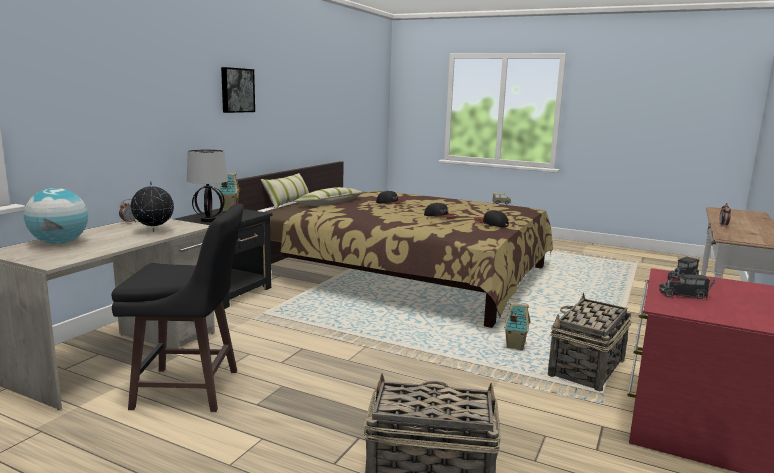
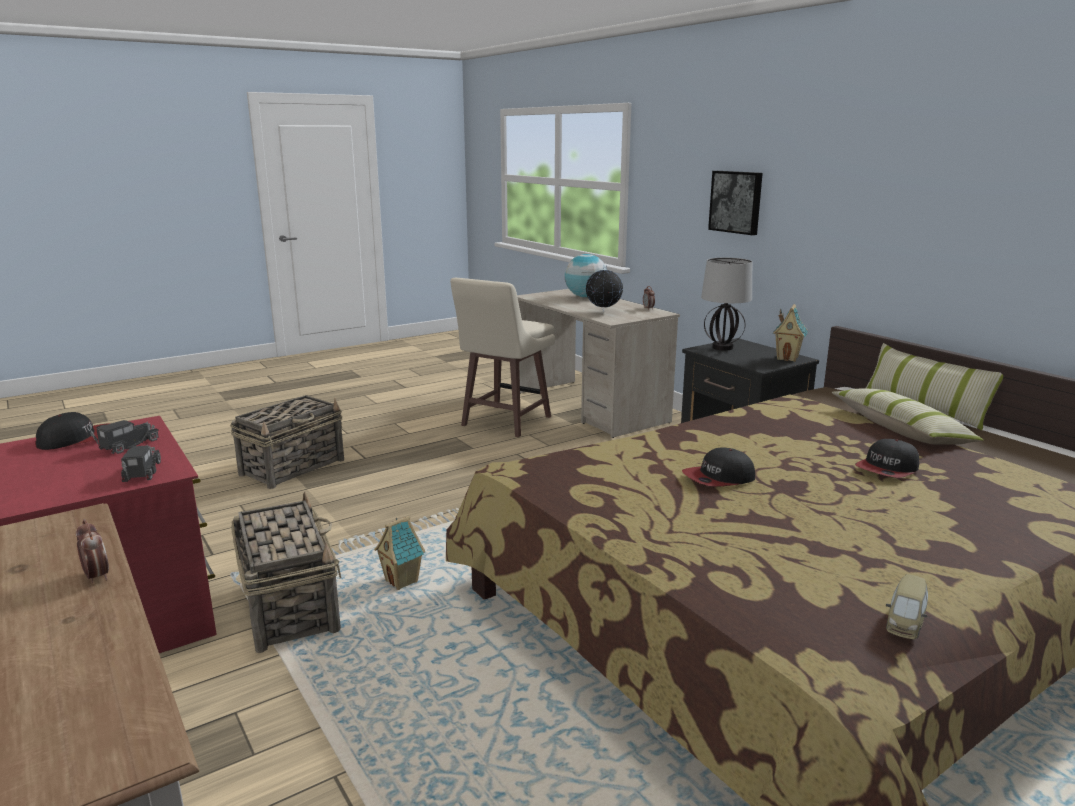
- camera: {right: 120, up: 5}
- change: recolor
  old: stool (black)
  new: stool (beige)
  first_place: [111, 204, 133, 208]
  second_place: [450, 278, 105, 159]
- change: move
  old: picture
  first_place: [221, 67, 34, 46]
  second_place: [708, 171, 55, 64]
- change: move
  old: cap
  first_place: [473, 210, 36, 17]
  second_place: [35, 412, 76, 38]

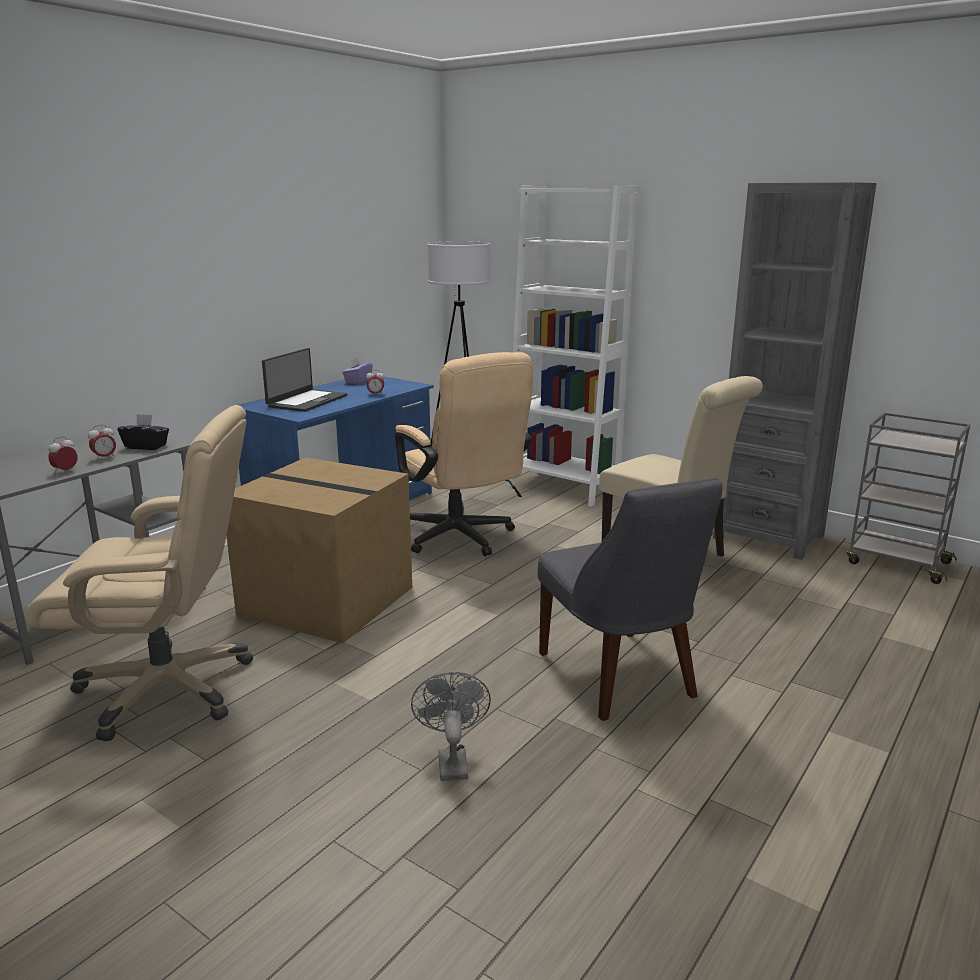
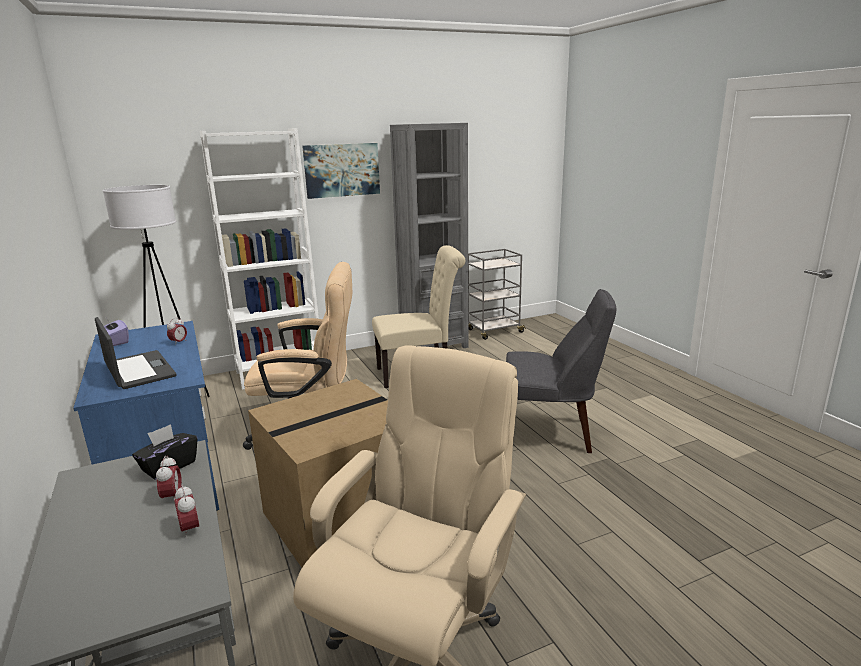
- camera: {right: -60, up: 0}
- change: delete
  old: fan (grey)
  first_place: [411, 672, 80, 109]
- change: insert
  new: picture
  second_place: [302, 143, 78, 56]

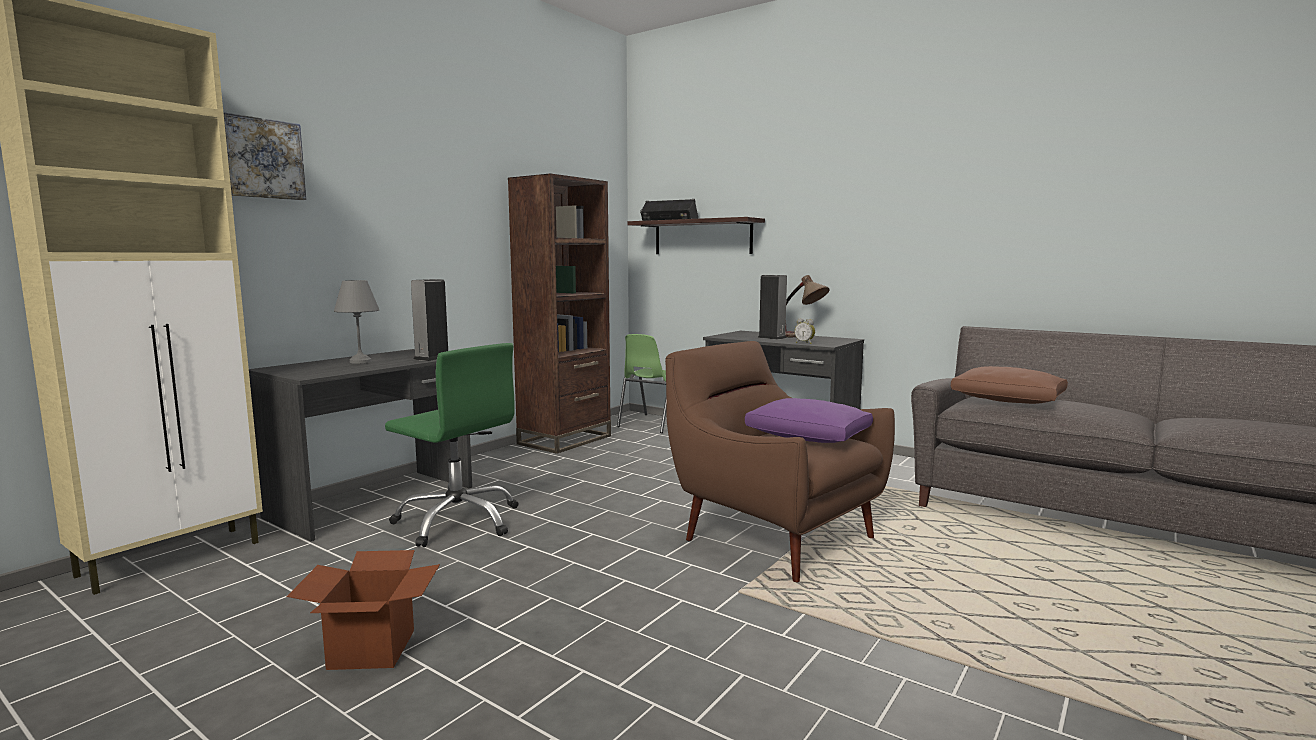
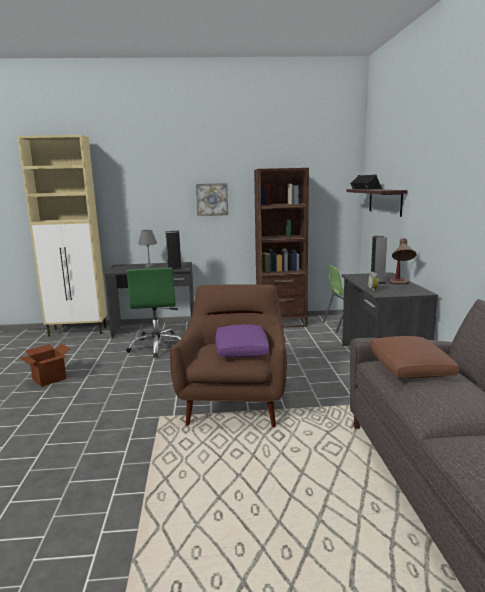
- camera: {right: 50, up: 5}
- change: move
  old: picture
  first_place: [223, 112, 83, 88]
  second_place: [196, 183, 32, 33]

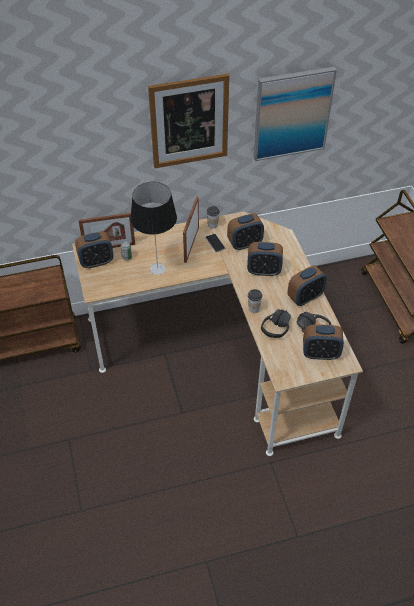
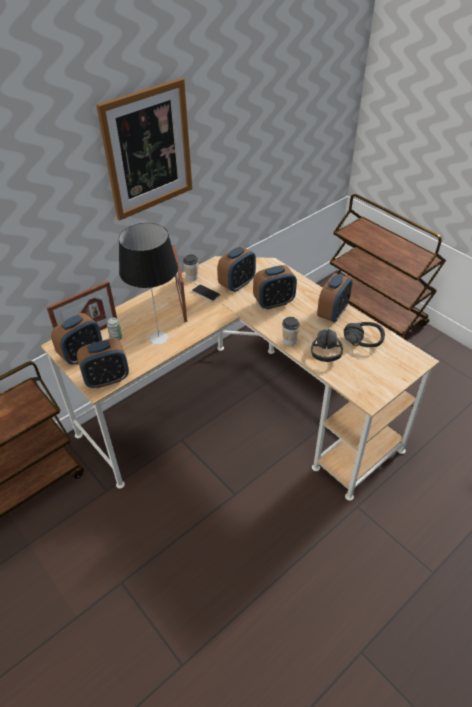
- camera: {right: -25, up: -5}
- change: delete
  old: picture
  first_place: [254, 67, 83, 94]
- change: move
  old: alarm clock
  first_place: [303, 324, 41, 36]
  second_place: [77, 339, 52, 49]

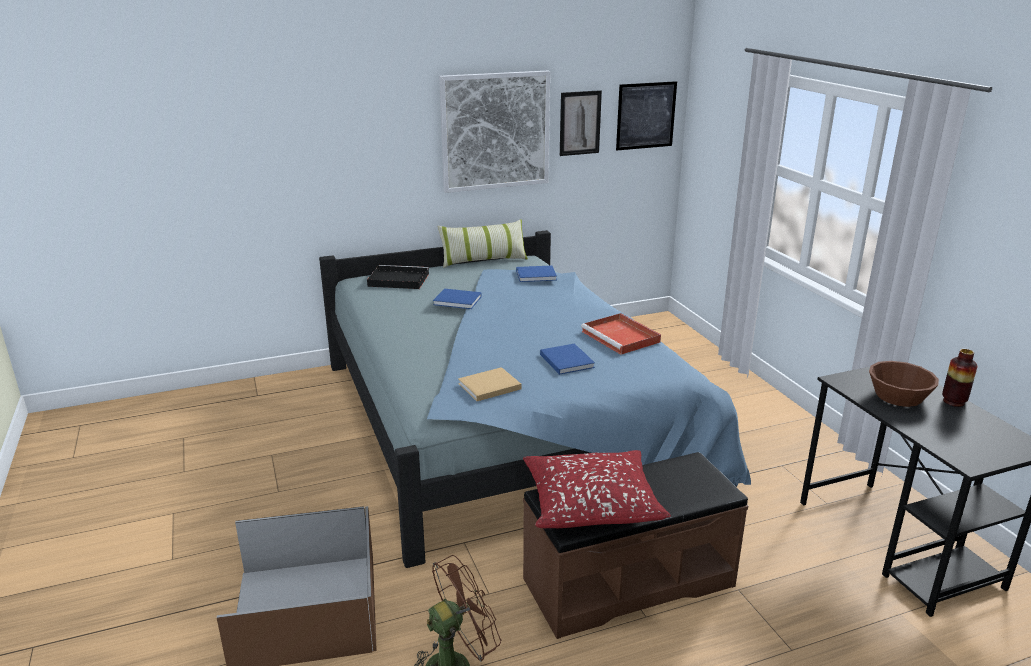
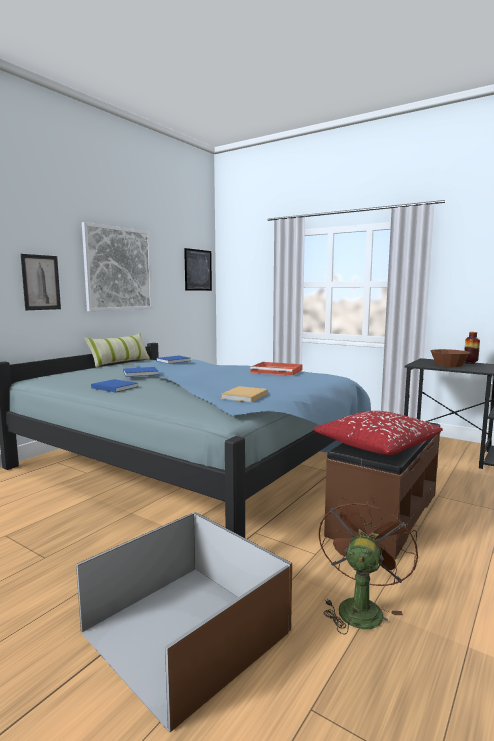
- camera: {right: -35, up: -15}
- change: delete
  old: tray (black)
  first_place: [367, 265, 62, 24]
- change: move
  old: book (blue)
  first_place: [540, 343, 55, 32]
  second_place: [91, 379, 46, 13]
- change: move
  old: picture
  first_place: [560, 90, 42, 66]
  second_place: [21, 254, 40, 56]

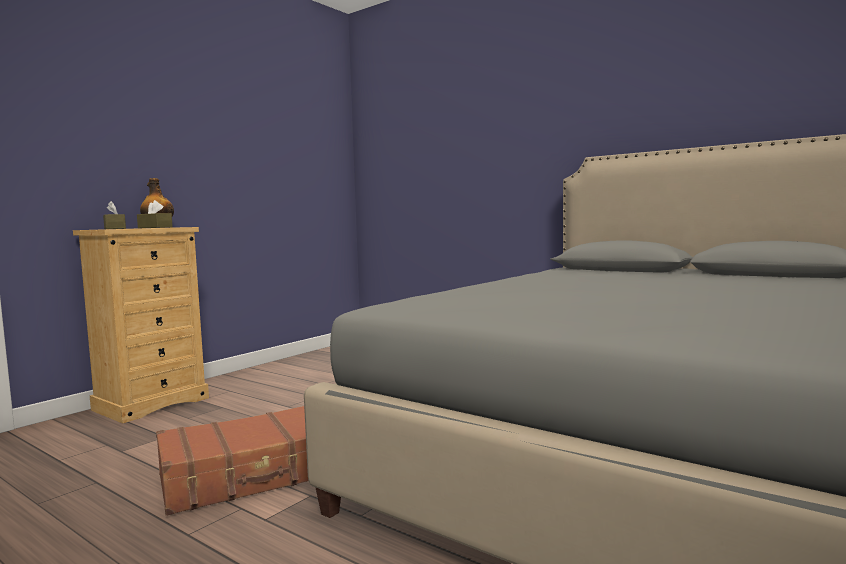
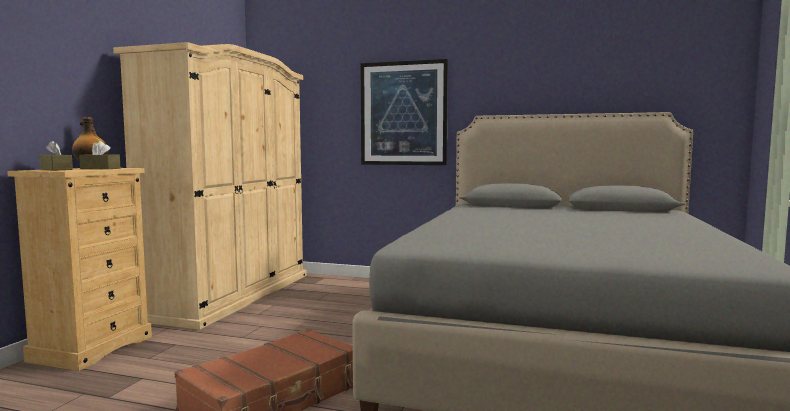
- camera: {right: -20, up: 0}
- change: insert
  new: wardrobe (beige)
  second_place: [113, 42, 194, 288]
- change: insert
  new: picture
  second_place: [361, 59, 87, 106]

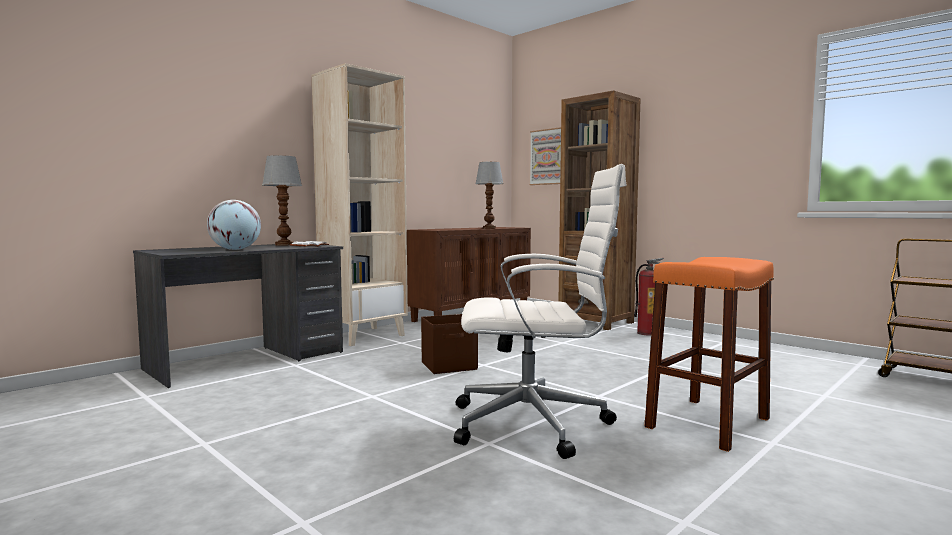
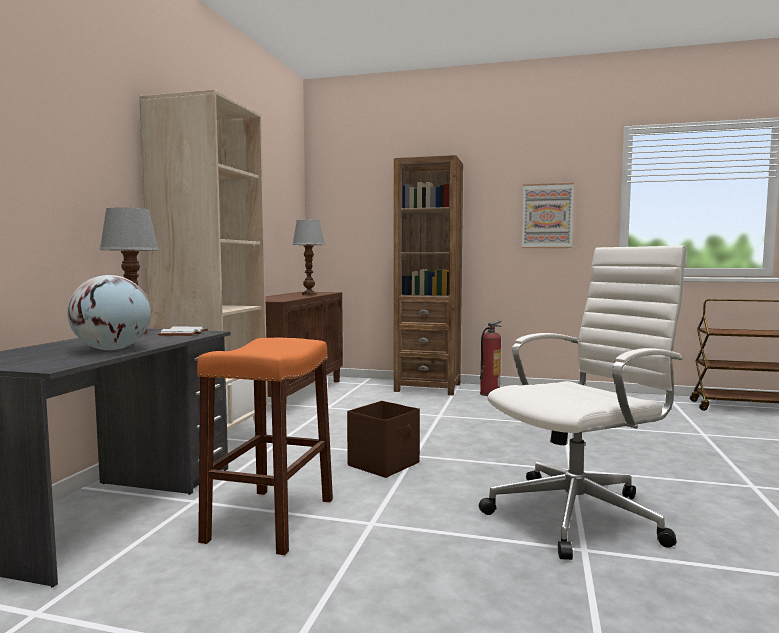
- camera: {right: -30, up: 0}
- change: move
  old: picture
  first_place: [530, 127, 31, 58]
  second_place: [522, 183, 52, 65]
- change: move
  old: stool (orange)
  first_place: [644, 257, 130, 195]
  second_place: [197, 338, 136, 217]

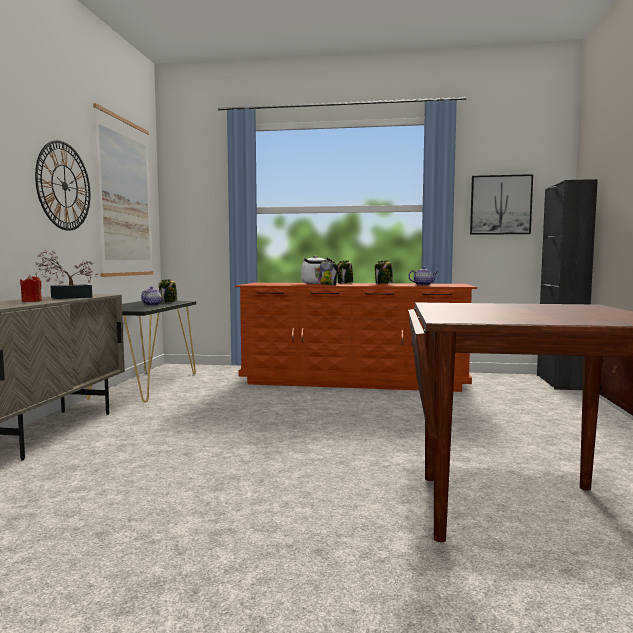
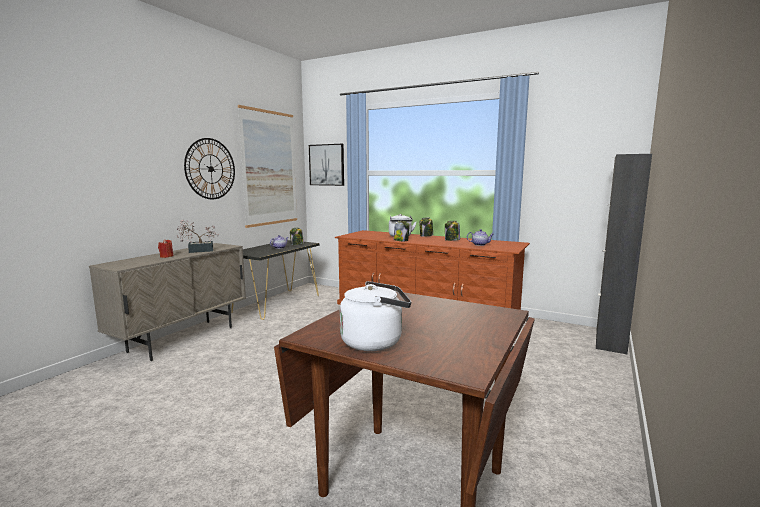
- camera: {right: 20, up: 5}
- change: move
  old: picture
  first_place: [470, 174, 63, 61]
  second_place: [309, 144, 35, 42]
- change: insert
  new: kettle (white)
  second_place: [340, 281, 71, 70]

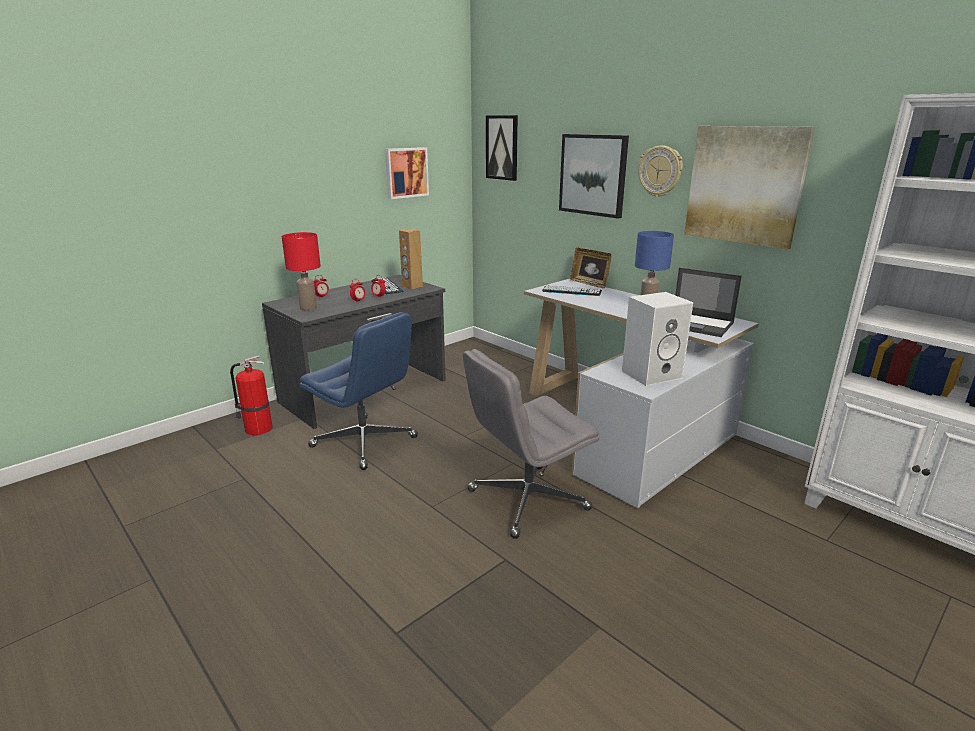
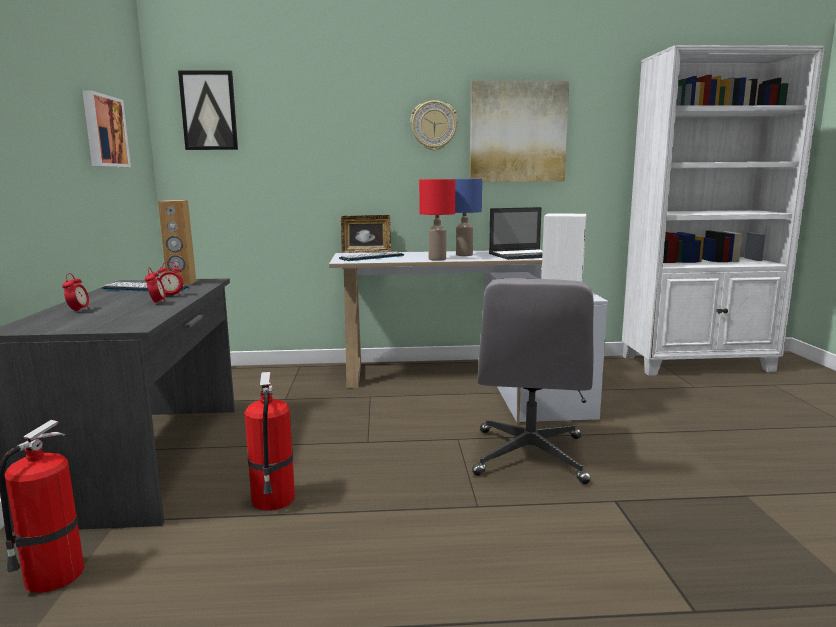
- camera: {right: -50, up: -10}
- change: move
  old: table lamp (red)
  first_place: [282, 232, 39, 79]
  second_place: [419, 179, 36, 82]
- change: replace
  old: office chair (blue)
  new: fire extinguisher
  first_place: [299, 312, 119, 158]
  second_place: [245, 372, 50, 139]
- change: delete
  old: picture
  first_place: [559, 134, 70, 85]

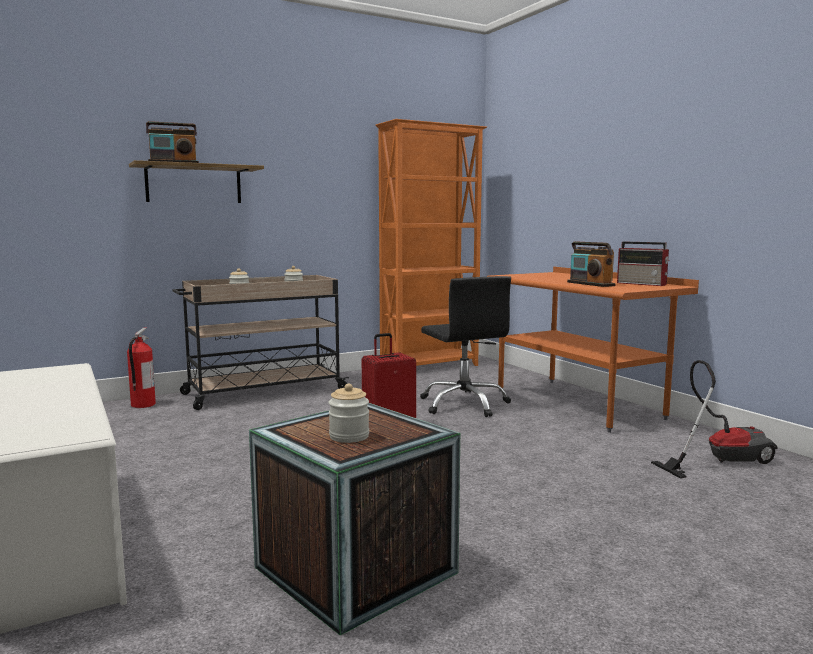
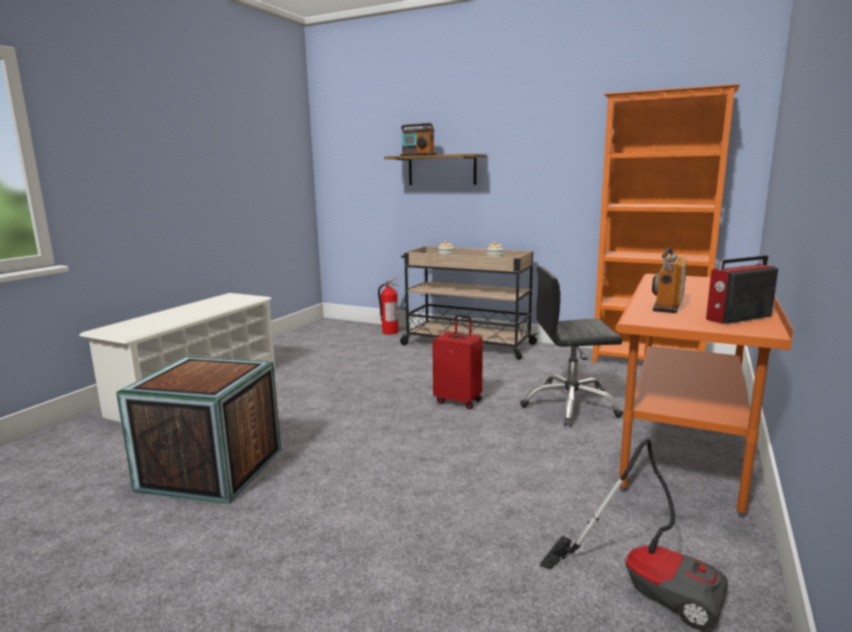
- camera: {right: 55, up: 5}
- change: delete
  old: jar
  first_place: [328, 384, 41, 59]
- change: rotate
  old: office chair (black)
  first_place: [420, 276, 91, 141]
  second_place: [520, 266, 103, 161]
  degrees: 60
- change: rotate
  old: radio
  first_place: [617, 241, 53, 45]
  second_place: [706, 255, 72, 69]
  degrees: 60

